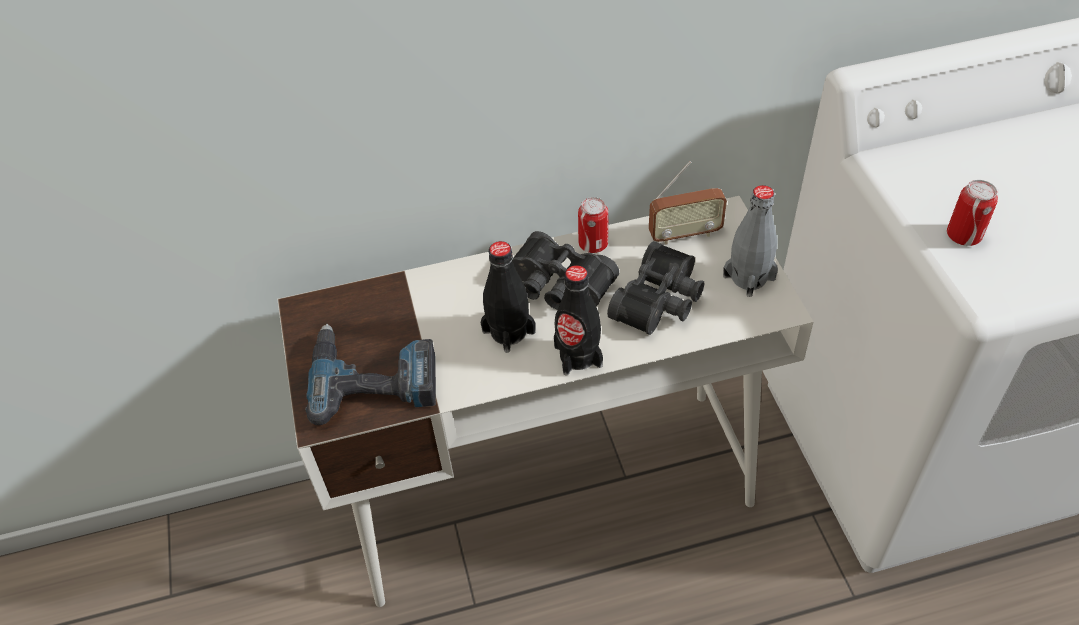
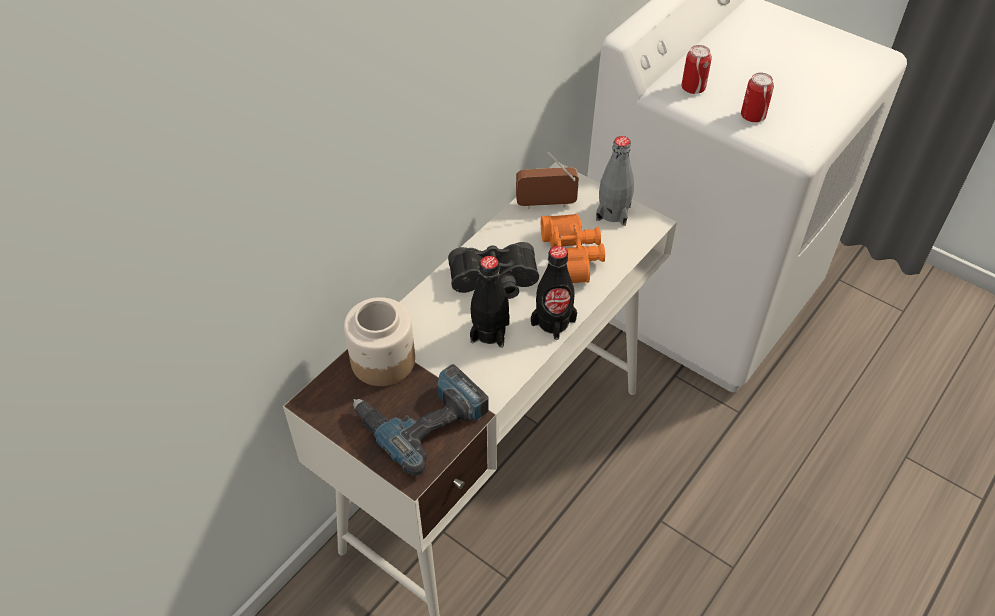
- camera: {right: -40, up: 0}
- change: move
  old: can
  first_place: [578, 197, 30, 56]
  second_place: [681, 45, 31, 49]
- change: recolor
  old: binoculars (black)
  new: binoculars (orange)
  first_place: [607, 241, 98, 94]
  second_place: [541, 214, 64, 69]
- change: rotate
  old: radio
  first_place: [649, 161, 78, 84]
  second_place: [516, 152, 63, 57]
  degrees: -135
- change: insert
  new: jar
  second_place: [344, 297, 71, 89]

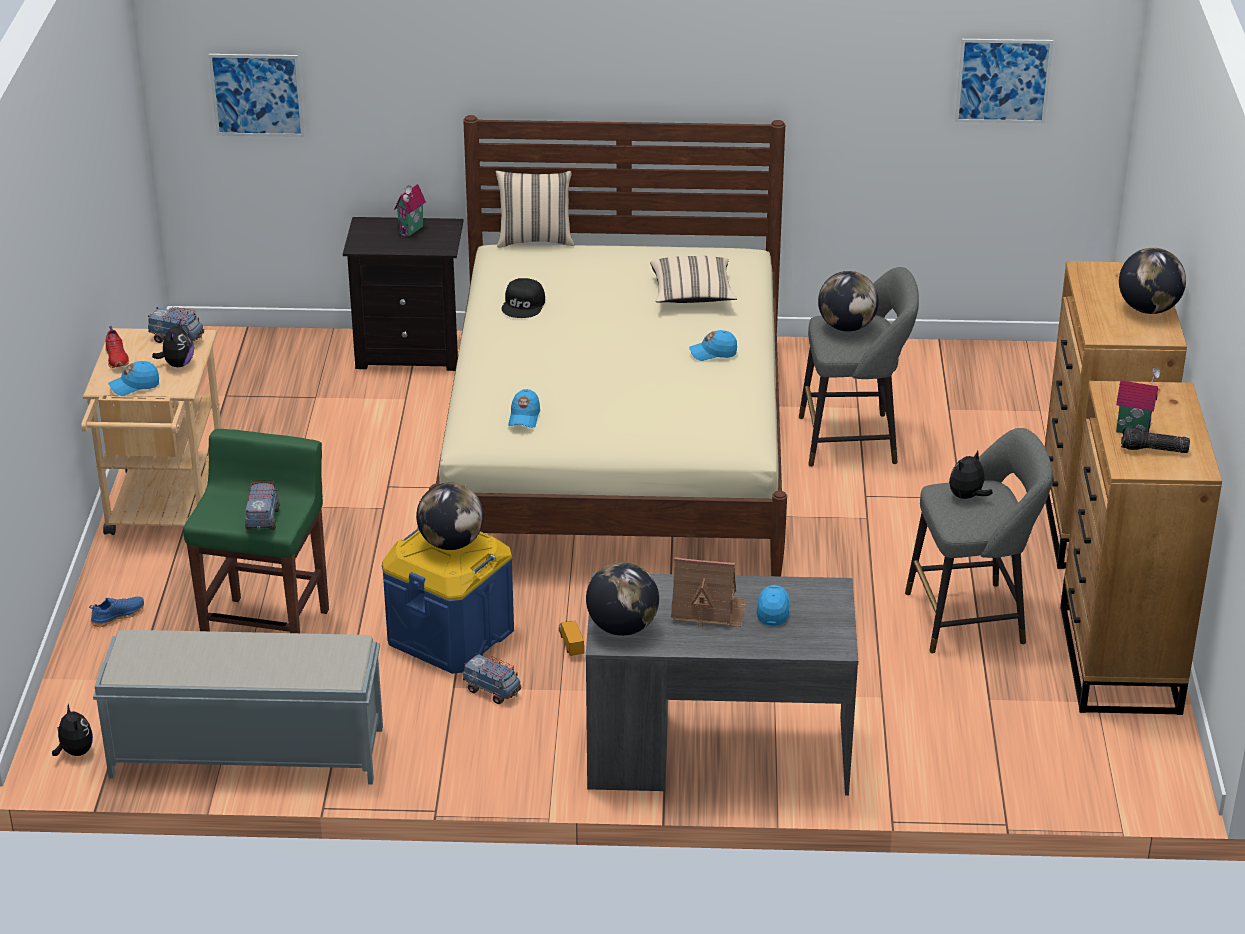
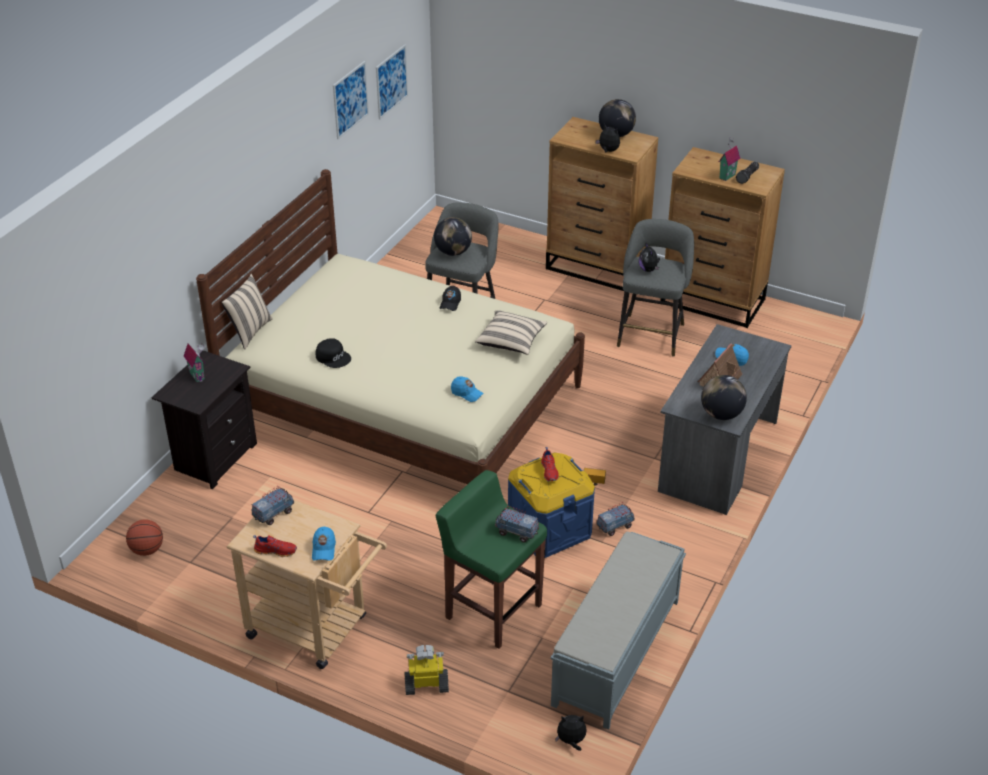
- camera: {right: -65, up: 5}
- change: replace
  old: shoe (blue)
  new: toy robot
  first_place: [89, 596, 55, 31]
  second_place: [405, 645, 44, 50]
- change: move
  old: plush toy
  first_place: [152, 319, 42, 48]
  second_place: [595, 124, 25, 29]
- change: move
  old: picture
  first_place: [209, 54, 95, 83]
  second_place: [333, 61, 36, 78]
- change: replace
  old: globe
  new: shoe (red)
  first_place: [416, 483, 68, 67]
  second_place: [541, 447, 18, 34]
- change: move
  old: pillow (beige)
  first_place: [650, 256, 87, 47]
  second_place: [475, 310, 72, 45]
- change: recolor
  old: cap (blue)
  new: cap (black)
  first_place: [689, 330, 48, 31]
  second_place: [440, 286, 21, 25]
- change: insert
  new: basketball
  second_place: [126, 519, 37, 37]

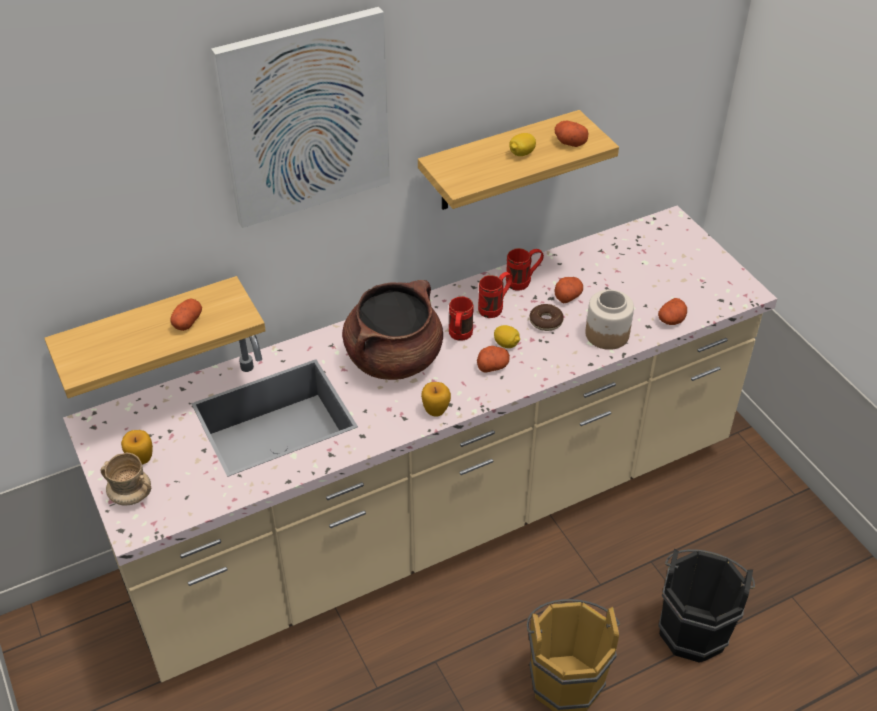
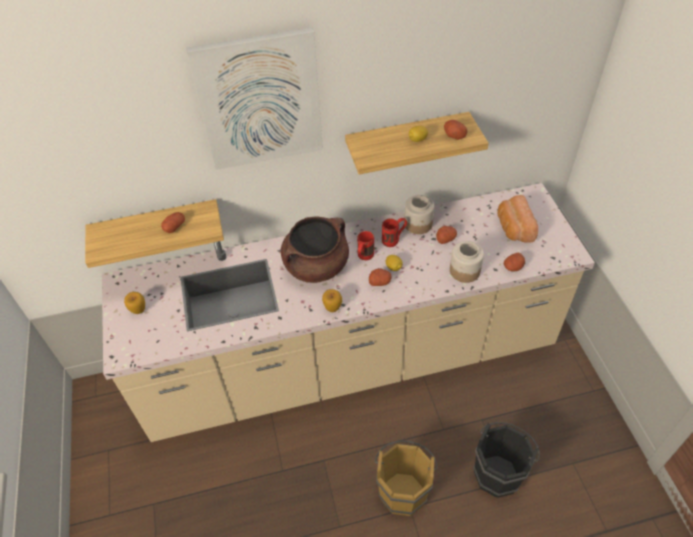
- camera: {right: 15, up: 5}
- change: delete
  old: mug (beige)
  first_place: [100, 453, 51, 53]
- change: replace
  old: mug (red)
  new: jar
  first_place: [506, 248, 38, 43]
  second_place: [404, 195, 31, 39]
- change: delete
  old: donut
  first_place: [529, 304, 35, 27]
- change: insert
  new: bread
  second_place: [497, 195, 41, 48]

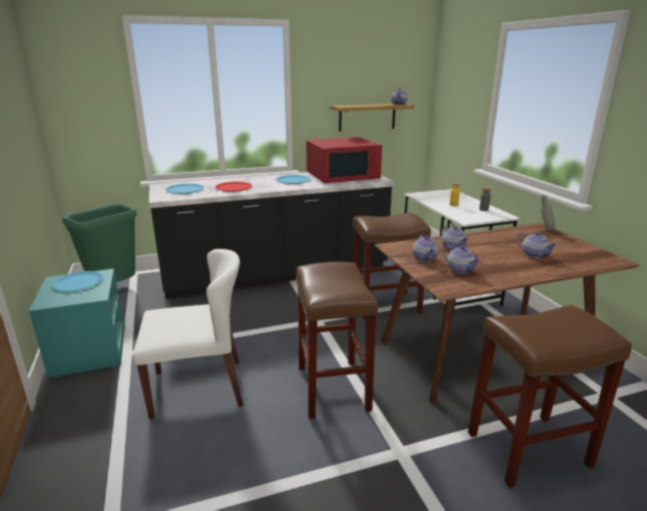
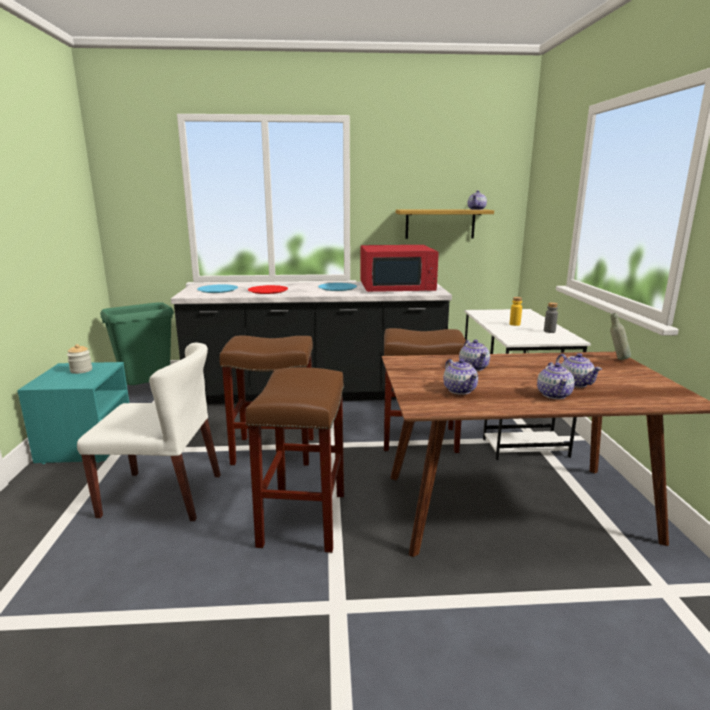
- camera: {right: 15, up: -5}
- change: replace
  old: plate (blue)
  new: jar
  first_place: [52, 271, 51, 20]
  second_place: [67, 344, 25, 30]
- change: move
  old: teapot
  first_place: [413, 235, 26, 27]
  second_place: [537, 362, 38, 37]
- change: move
  old: stool (brown)
  first_place: [468, 305, 164, 183]
  second_place: [219, 336, 95, 130]

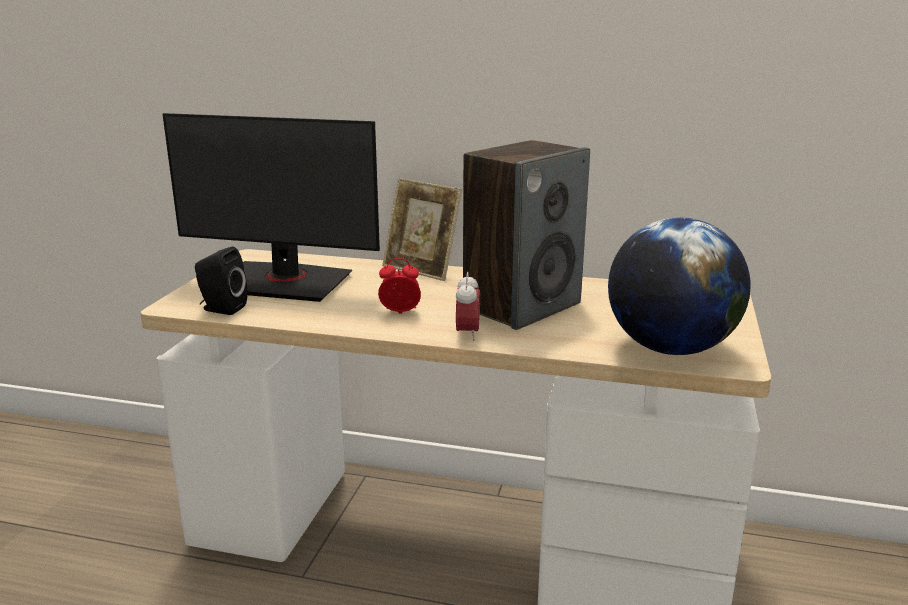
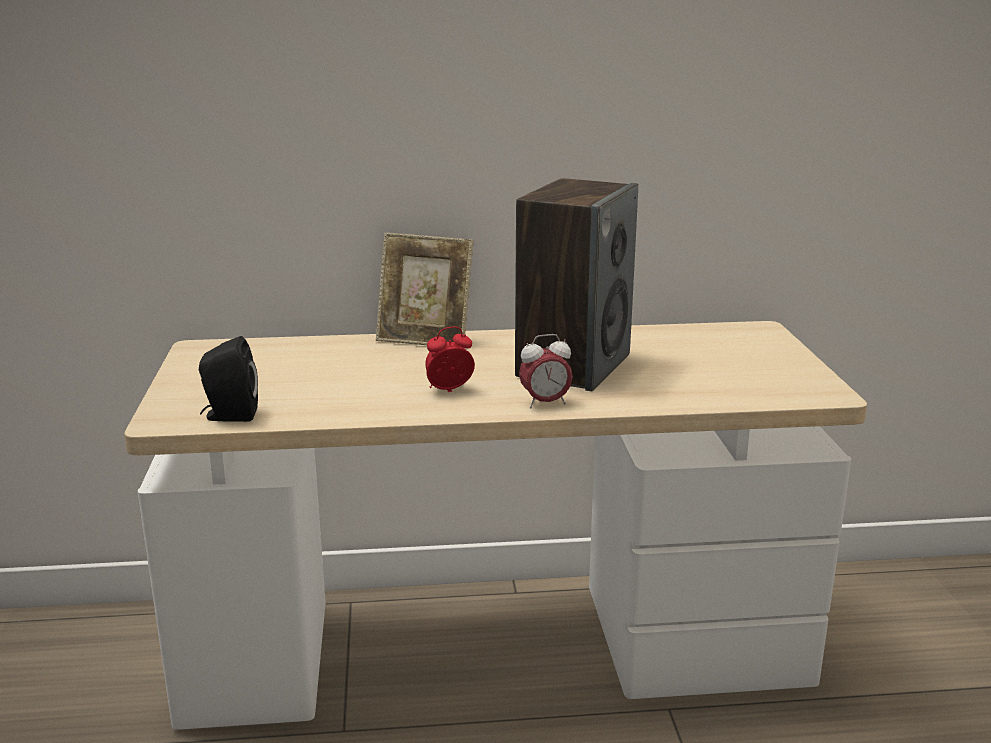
- camera: {right: -20, up: 0}
- change: delete
  old: monitor
  first_place: [163, 113, 217, 189]
- change: rotate
  old: alarm clock
  first_place: [456, 272, 24, 69]
  second_place: [519, 334, 54, 74]
  degrees: 90
- change: delete
  old: globe
  first_place: [608, 217, 143, 138]

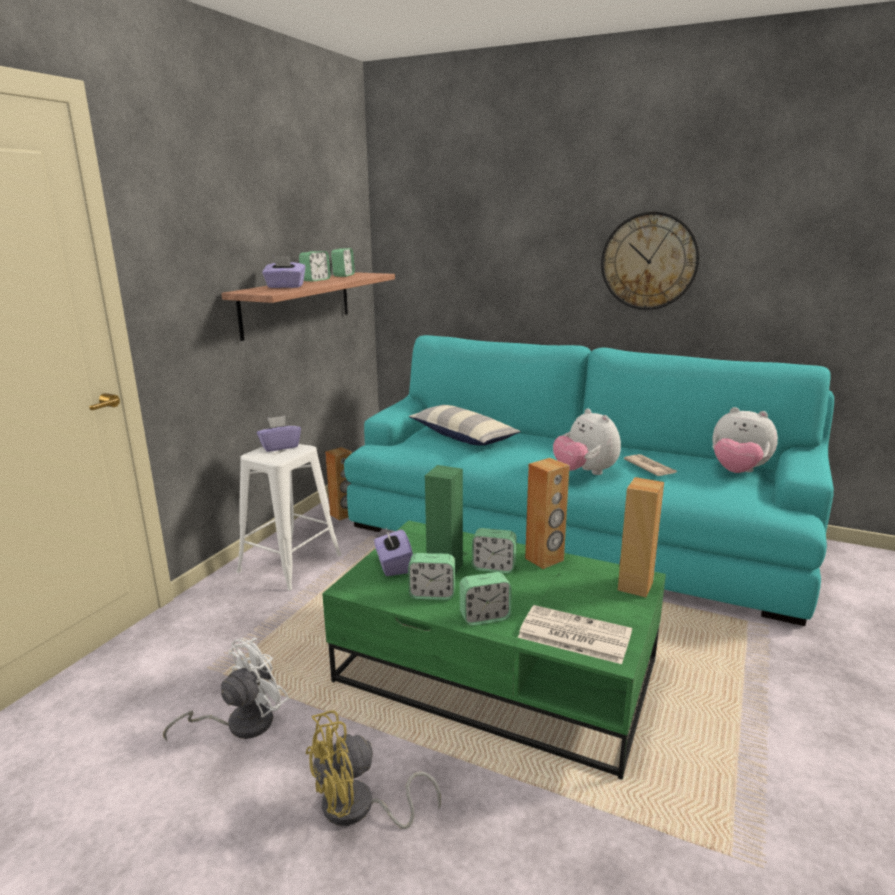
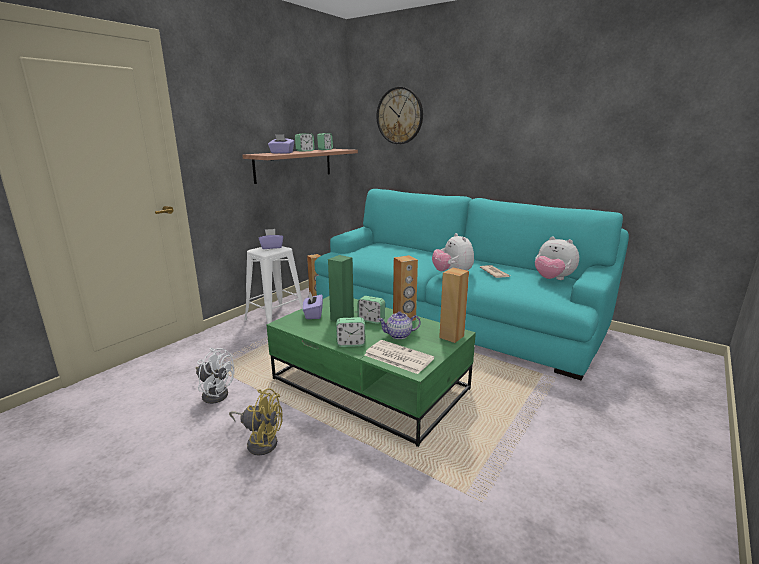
- camera: {right: 10, up: 0}
- change: rotate
  old: fan (white)
  first_place: [163, 637, 126, 104]
  second_place: [196, 348, 38, 56]
  degrees: 60
- change: rotate
  old: fan (yellow)
  first_place: [306, 710, 135, 119]
  second_place: [229, 388, 54, 68]
  degrees: -150
- change: delete
  old: alarm clock
  first_place: [408, 553, 47, 47]
- change: delete
  old: pillow
  first_place: [409, 405, 112, 41]
- change: move
  old: wall clock
  first_place: [601, 211, 99, 99]
  second_place: [377, 87, 46, 57]
- change: insert
  new: teapot
  second_place: [378, 311, 43, 28]

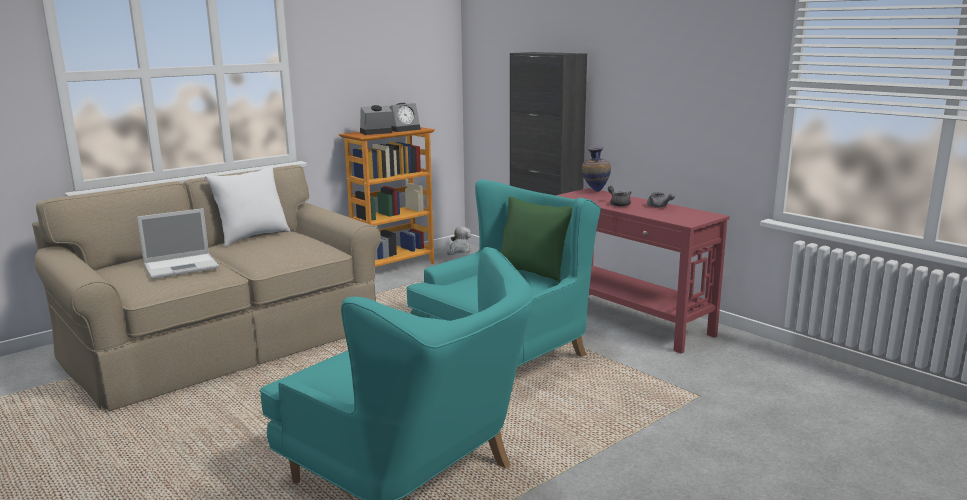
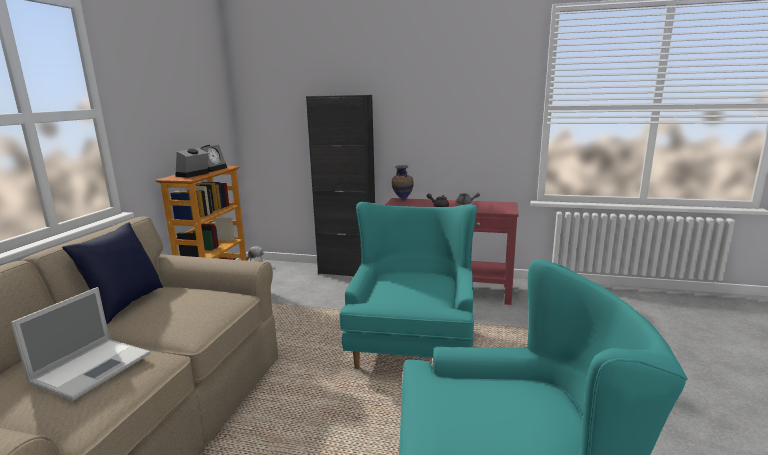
- camera: {right: -35, up: 0}
- change: recolor
  old: pillow (white)
  new: pillow (blue)
  first_place: [205, 167, 85, 79]
  second_place: [62, 222, 101, 102]
- change: delete
  old: pillow (green)
  first_place: [500, 196, 73, 87]

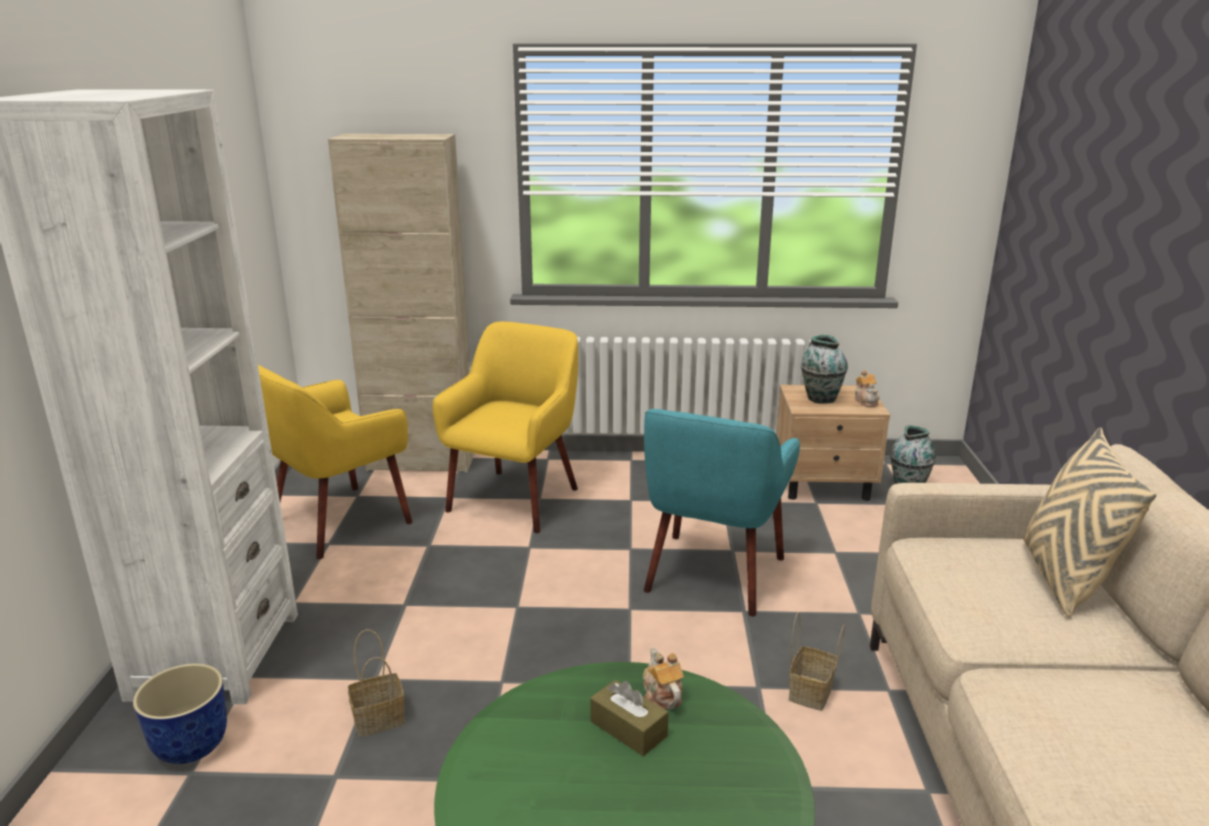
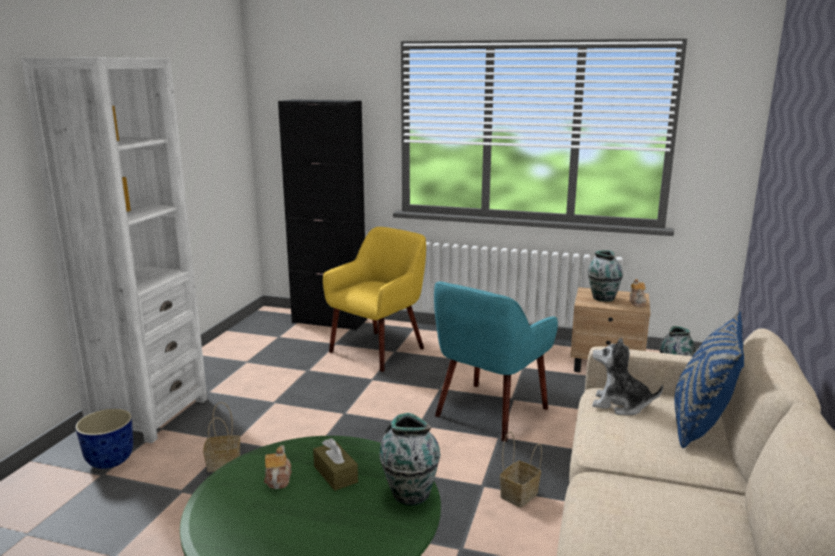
- camera: {right: 15, up: -5}
- change: delete
  old: armchair (yellow)
  first_place: [258, 365, 155, 194]
- change: recolor
  old: cabinet (beige)
  new: cabinet (black)
  first_place: [328, 134, 147, 339]
  second_place: [278, 99, 89, 232]
- change: move
  old: teapot
  first_place: [643, 647, 41, 63]
  second_place: [264, 445, 28, 44]
- change: recolor
  old: pillow (beige)
  new: pillow (blue)
  first_place: [1023, 427, 134, 190]
  second_place: [674, 311, 70, 137]
- change: insert
  new: vase
  second_place: [380, 413, 60, 93]
- change: insert
  new: plush toy
  second_place: [592, 338, 71, 77]

